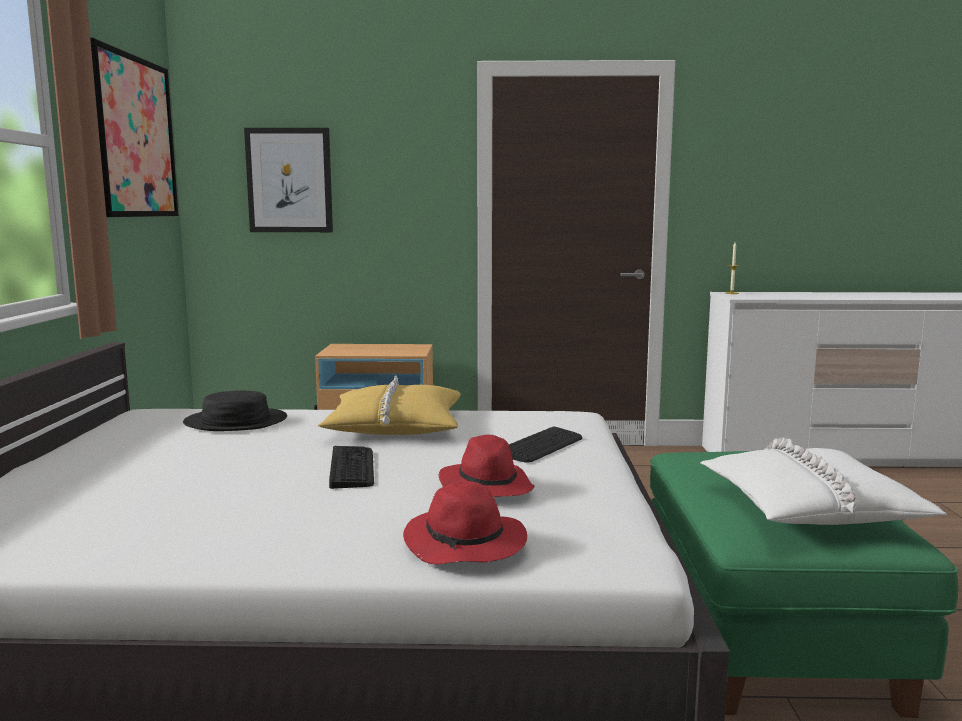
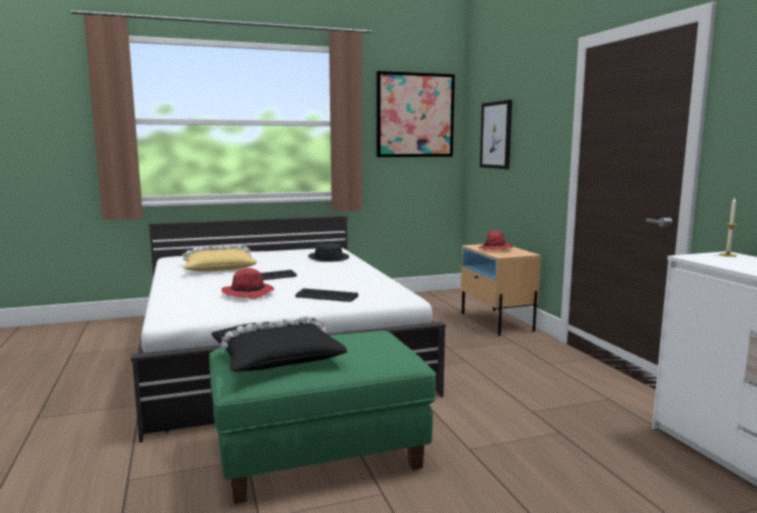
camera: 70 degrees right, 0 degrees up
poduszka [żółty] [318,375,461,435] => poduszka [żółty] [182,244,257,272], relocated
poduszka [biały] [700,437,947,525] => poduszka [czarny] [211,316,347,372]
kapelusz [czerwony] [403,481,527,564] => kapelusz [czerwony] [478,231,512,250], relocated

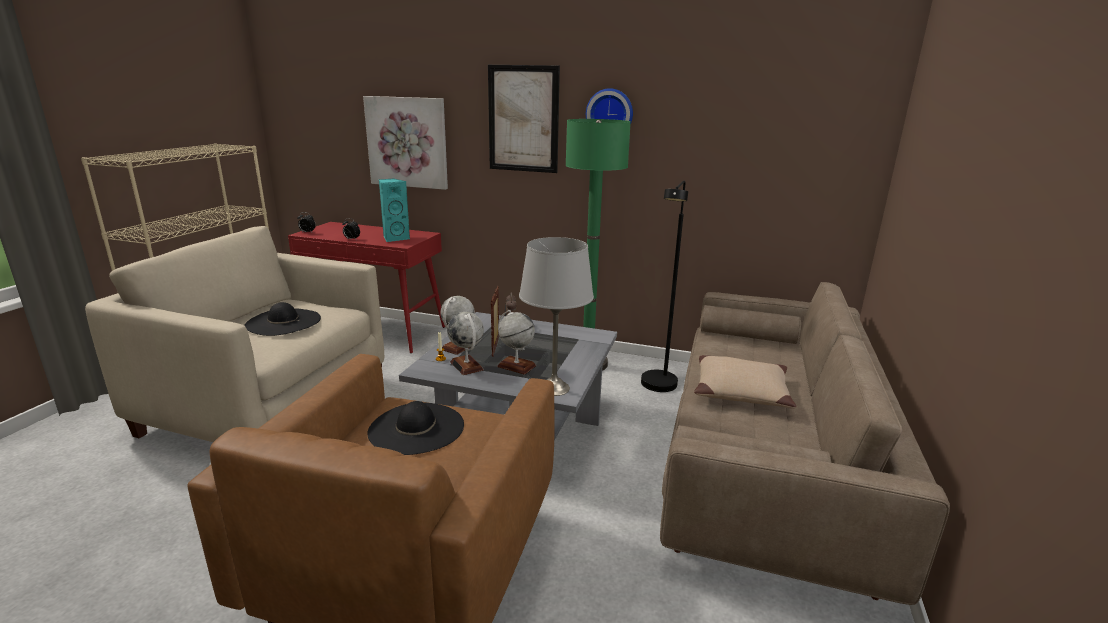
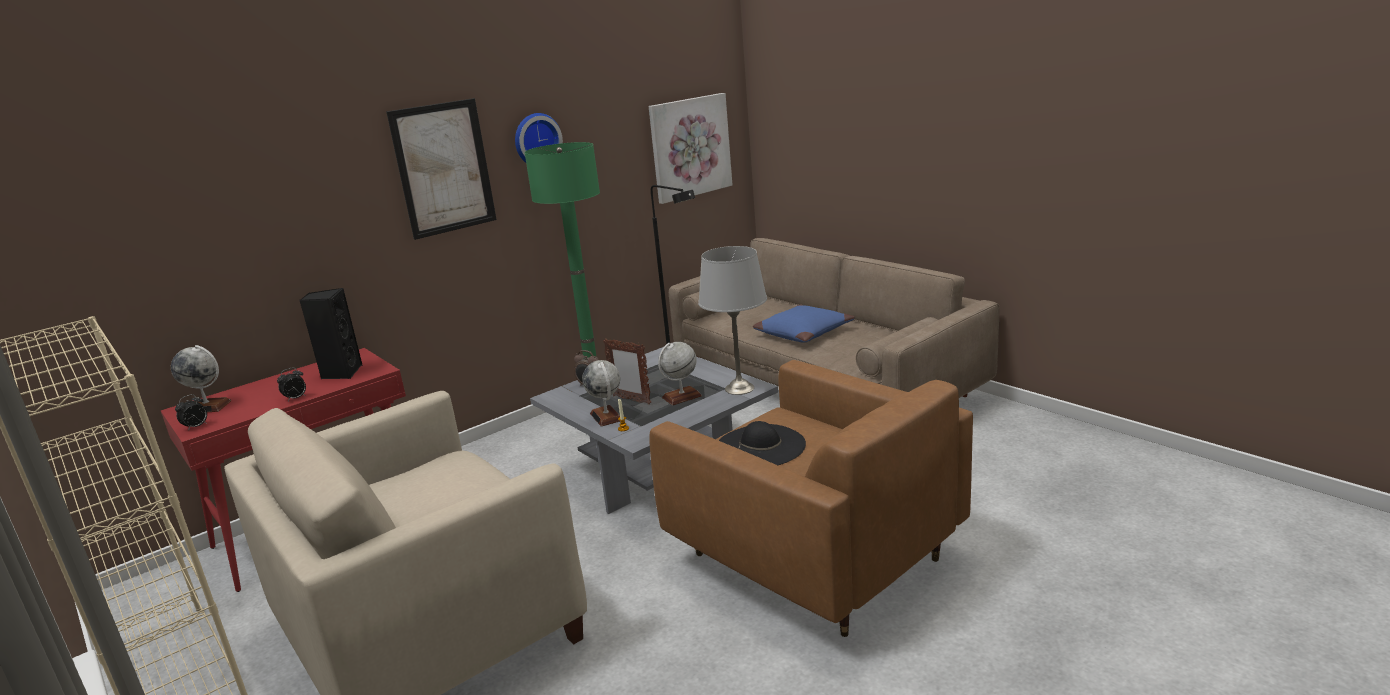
camera: 55 degrees left, 0 degrees up
globus [447,312,484,375] => globus [171,345,231,412], relocated
głośnik [turkusowy] [379,178,410,242] => głośnik [czarny] [299,288,363,379]
obraz [363,96,448,190] => obraz [649,93,732,204], relocated
poduszka [beżowy] [694,355,796,409] => poduszka [niebieski] [753,305,855,342]
kapelusz [czarny] [244,302,321,336] => nothing

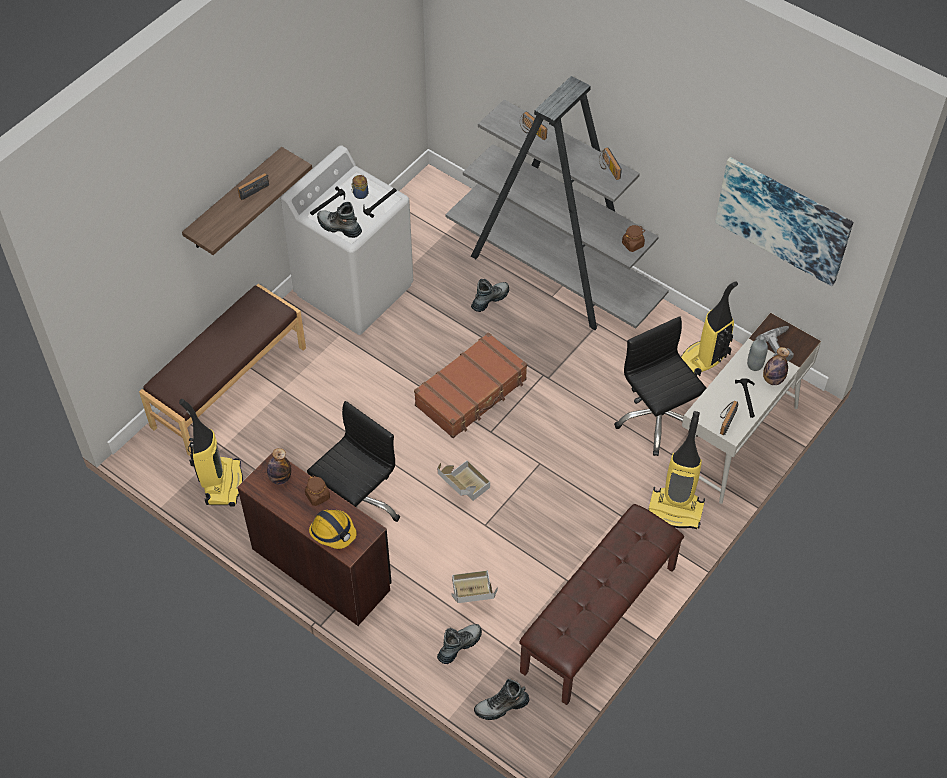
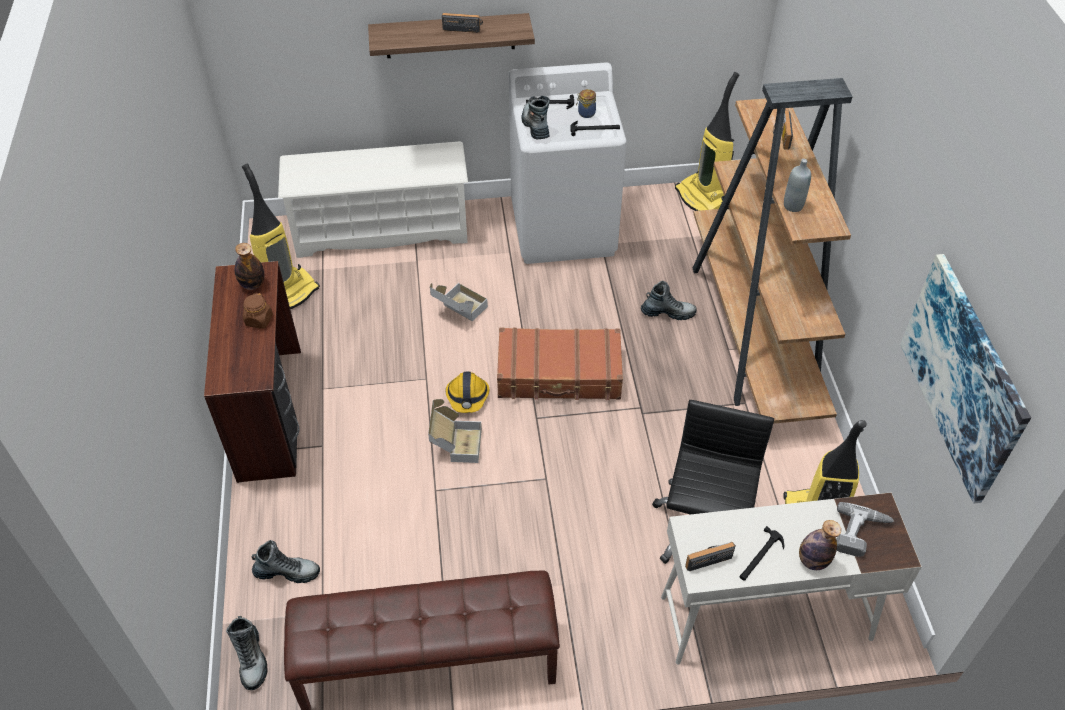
camera: 45 degrees right, 5 degrees down
but z cholewką [474,679,530,720] => but z cholewką [226,616,267,690], 135 degrees counterclockwise
ławka [brązowy] [139,284,306,457] => regał na buty [biały] [278,141,468,258]
karton [451,570,498,603] => karton [430,283,488,321], relocated
kask [309,510,357,549] => kask [445,371,489,413], relocated
odkurzacz [648,411,705,529] => odkurzacz [675,72,739,211], relocated
regał [szary] [445,76,669,330] => regał [brązowy] [693,78,852,424]
butelka [szary] [747,336,768,371] => butelka [szary] [784,159,811,212], relocated
krzesło biurowe [czarny] [307,401,400,522] => nothing
radio [599,147,622,180] => nothing
słoik [brązowy] [622,225,645,252] => nothing

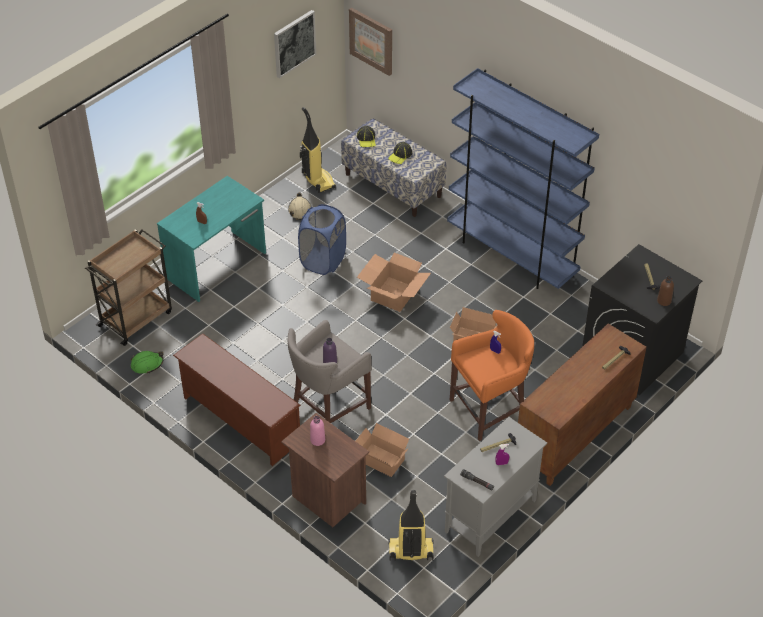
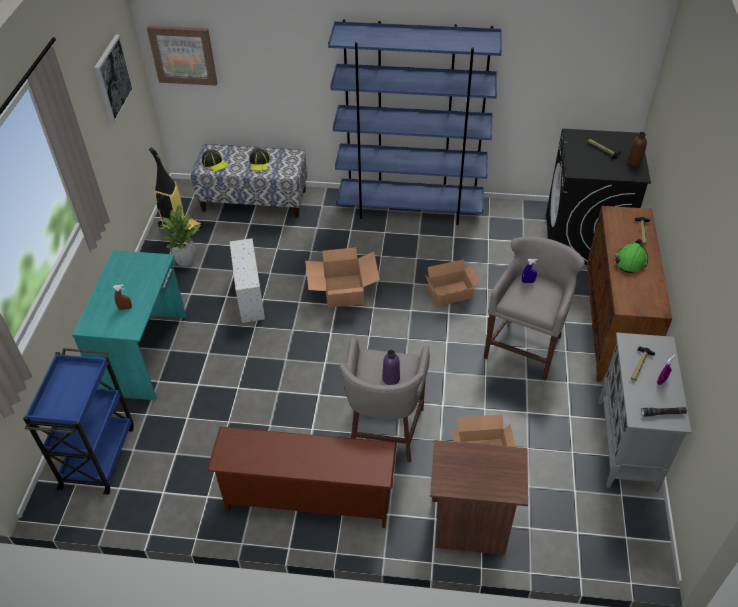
camera: 35 degrees left, 0 degrees up
wózek [brązowy] [85,229,172,346] => wózek [niebieski] [23,348,134,495]
kask [beżowy] [288,192,311,220] => roślina doniczkowa [159,204,201,267]
kosz na pranie [niebieski] [298,204,346,275] => pojemnik do przechowywania [biały] [230,238,265,323]
stołek [pomarańczowy] [450,310,534,441] => stołek [szary] [484,236,585,381]
kask [zielony] [131,351,164,373] => kask [zielony] [615,239,648,273], relocated
butelka [różowy] [310,416,325,446] => nothing
odkurzacz [388,490,434,561] => nothing

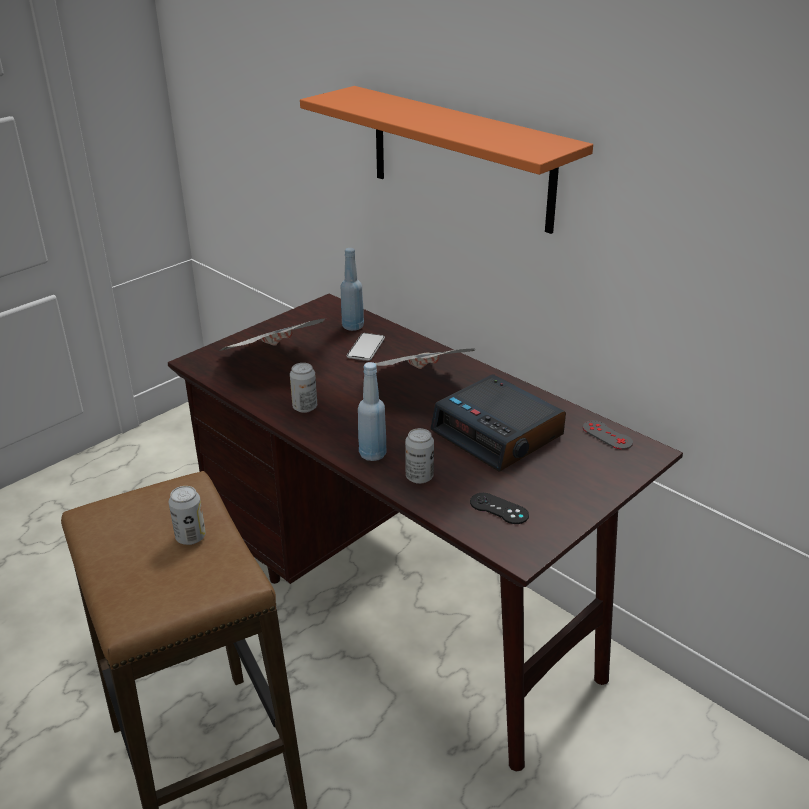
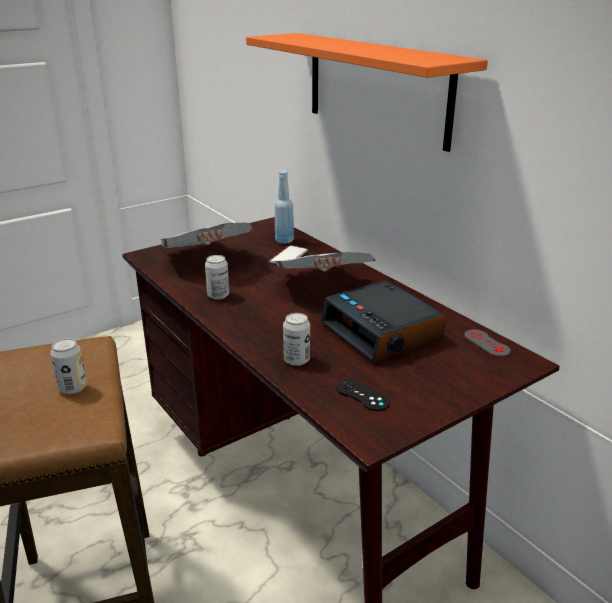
camera: 10 degrees right, 5 degrees down
butelka [niebieski] [358,362,387,461] => nothing

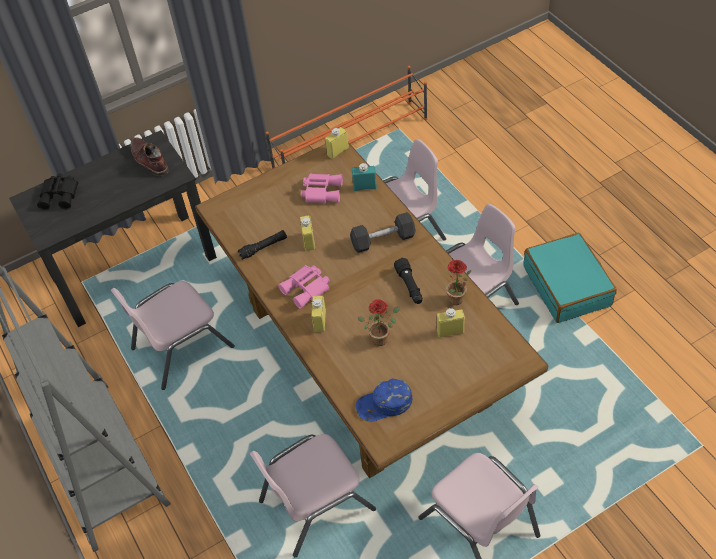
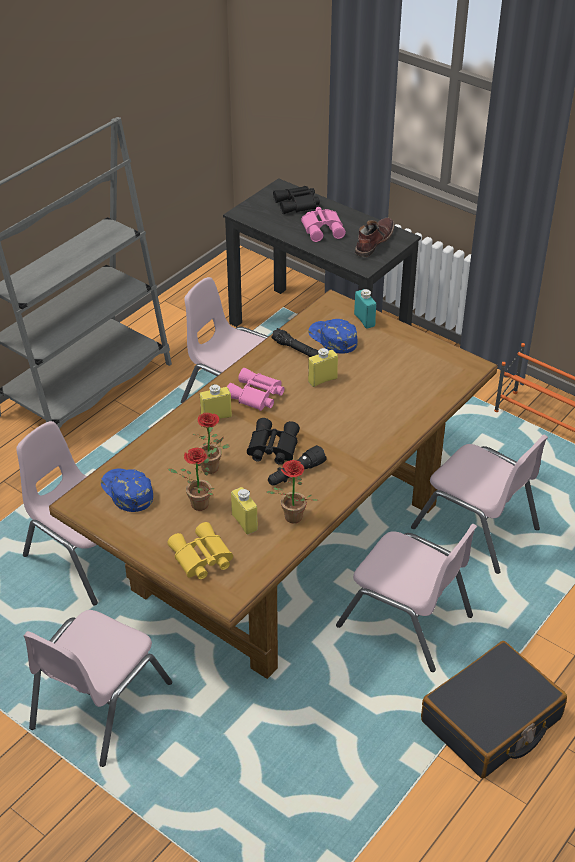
camera: 65 degrees right, 10 degrees down
nothing => lornetka [żółty] [167,522,233,579]
nothing => roślina doniczkowa [168,448,215,511]
nothing => lornetka [czarny] [247,418,300,465]
lornetka [różowy] [301,173,343,203] => lornetka [różowy] [301,207,346,242], relocated
nothing => czapka z daszkiem [niebieski] [308,319,358,354]
butelka [turkusowy] [352,163,377,191] => butelka [turkusowy] [354,289,376,329], relocated
walizka [turkusowy] [523,233,617,323] => walizka [czarny] [421,641,567,778]
butelka [żółty] [325,127,349,159] => nothing
hantel [szary] [350,212,416,253] => nothing

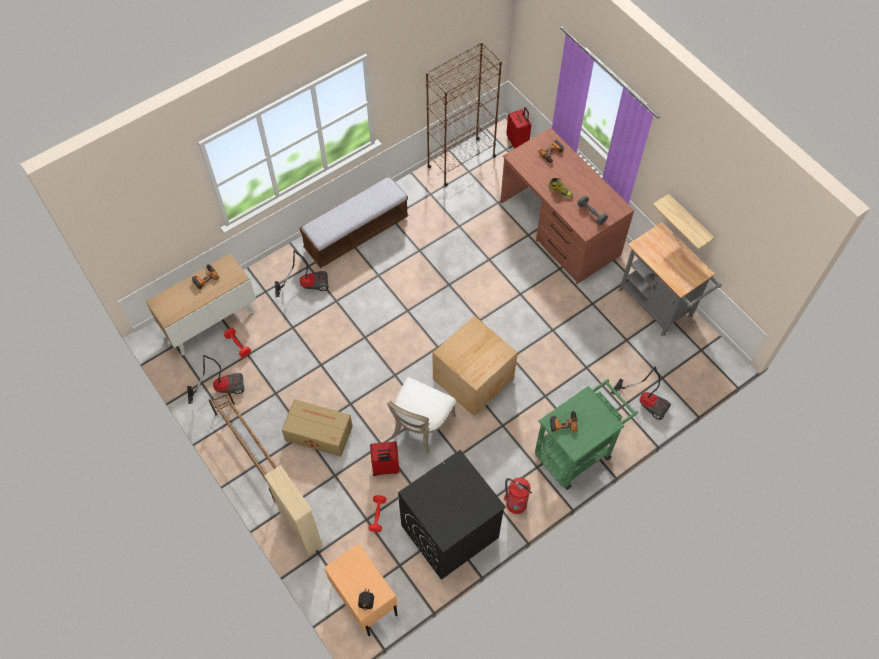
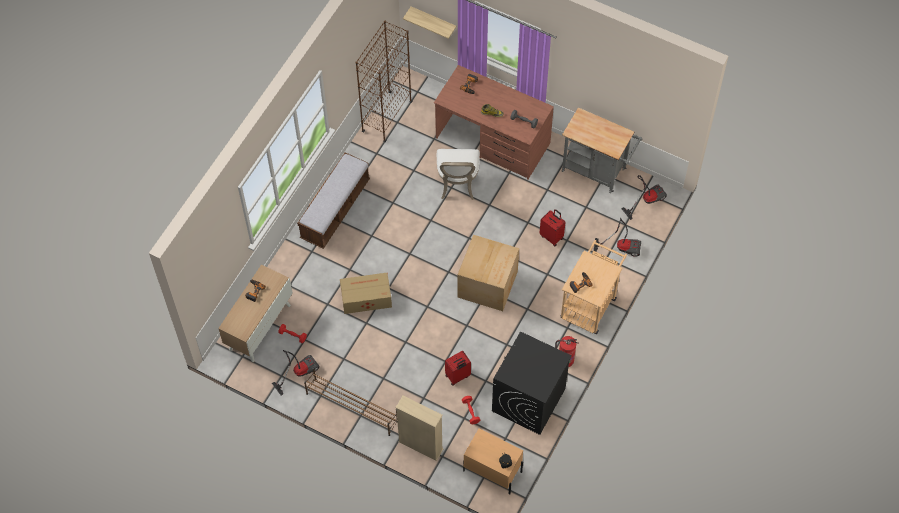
camera: 25 degrees left, 0 degrees up
karton [282,399,353,457] => karton [340,273,392,314], relocated
półka [653,194,715,250] => półka [403,6,457,39], relocated
krzesło [biały] [387,377,456,454] => krzesło [biały] [437,149,480,200], relocated
walizka [czerwony] [506,107,531,149] => walizka [czerwony] [540,209,565,247], relocated
wózek [zielony] [535,379,638,490] => wózek [beżowy] [560,240,627,334]
odkurzacz [275,250,329,297] => odkurzacz [621,175,667,220], relocated

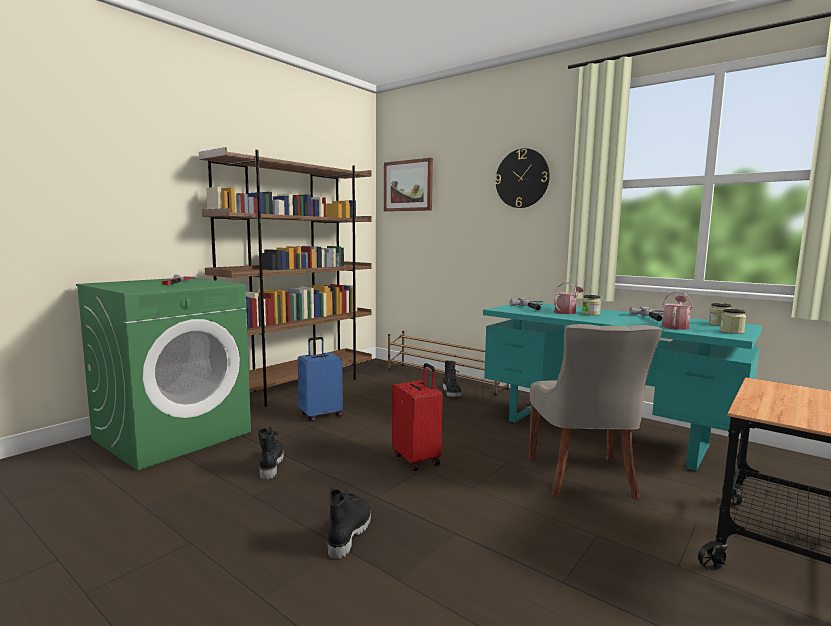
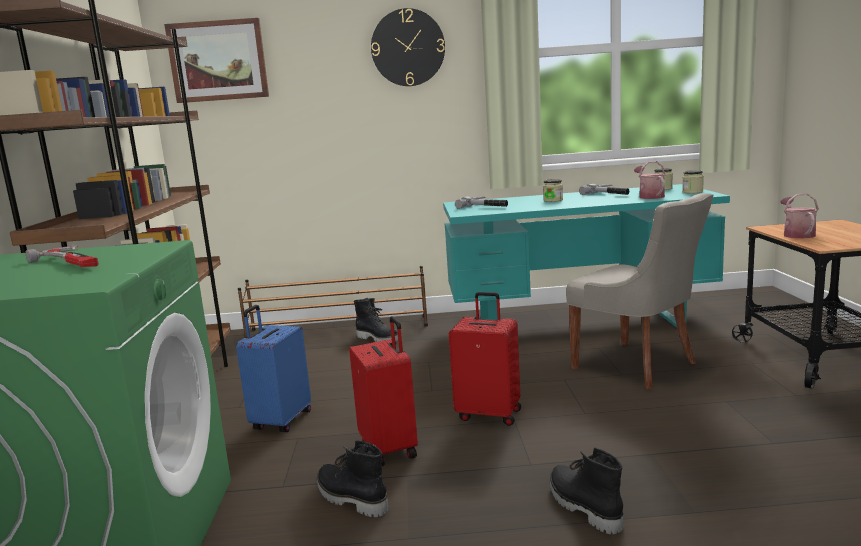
camera: 40 degrees left, 5 degrees up
nothing => walizka [czerwony] [349,316,418,466]
konewka [554,282,583,314] => konewka [781,193,819,239], relocated

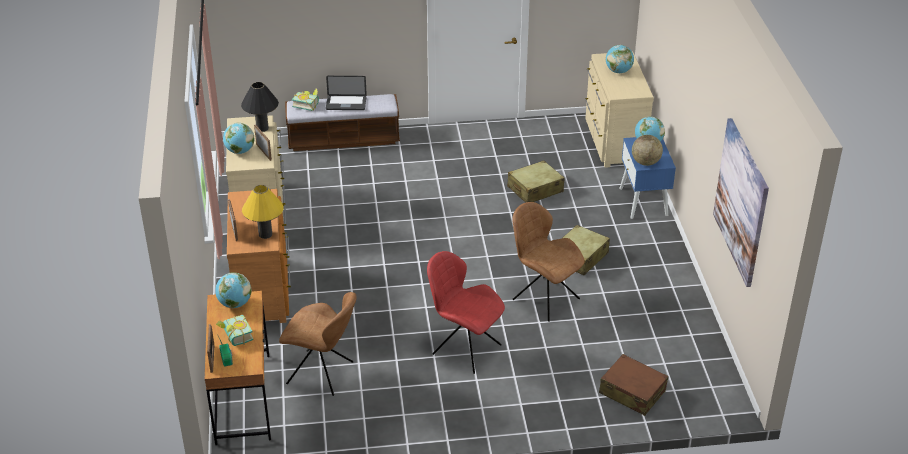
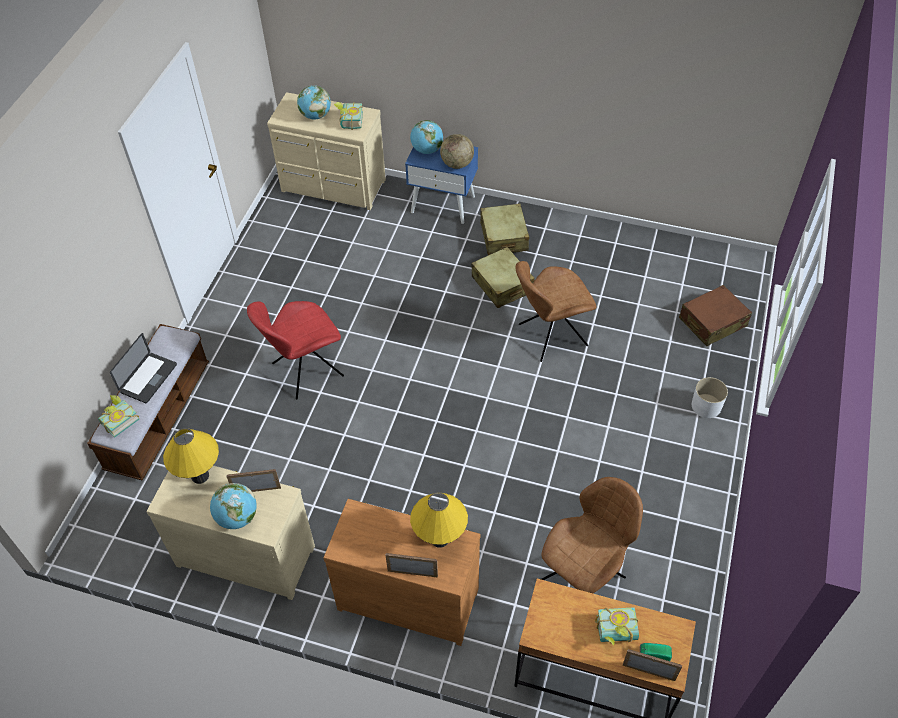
camera: 65 degrees left, 15 degrees up
lampa stołowa [czarny] [241,82,279,132] => lampa stołowa [żółty] [163,428,219,484]
krzesło [czerwony] [427,251,505,374] => krzesło [czerwony] [247,301,344,400], relocated
nothing => książka [334,102,363,130]
walizka [beżowy] [507,160,565,203] => walizka [beżowy] [480,203,529,255], relocated
nothing => donica [biały] [692,377,728,418]
globus [215,272,251,308] => nothing
obraz [713,118,769,287] => nothing

